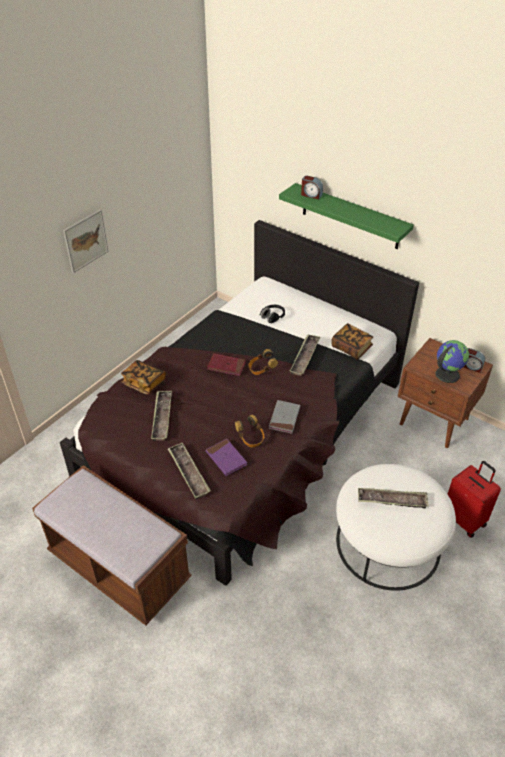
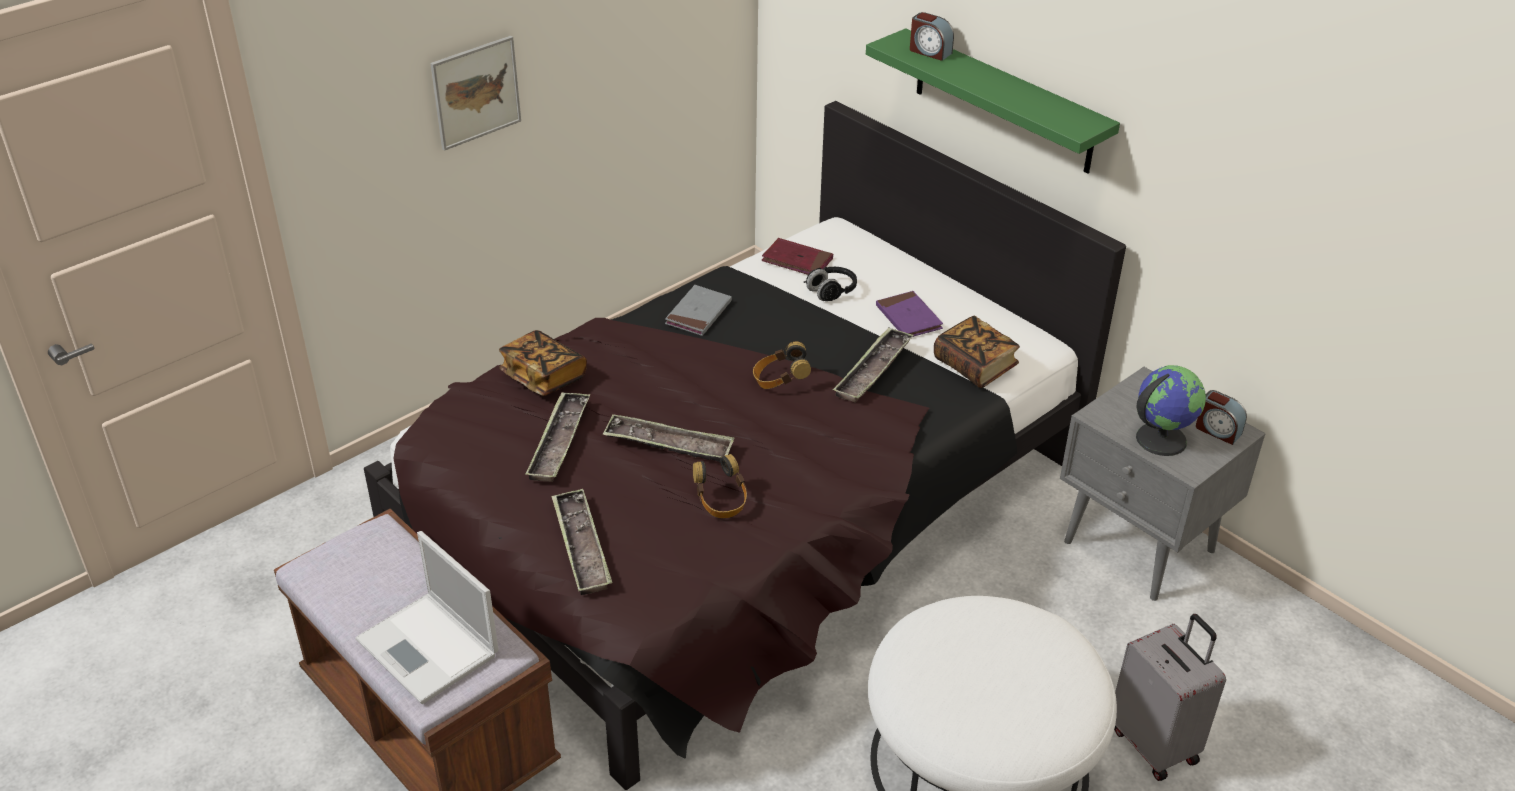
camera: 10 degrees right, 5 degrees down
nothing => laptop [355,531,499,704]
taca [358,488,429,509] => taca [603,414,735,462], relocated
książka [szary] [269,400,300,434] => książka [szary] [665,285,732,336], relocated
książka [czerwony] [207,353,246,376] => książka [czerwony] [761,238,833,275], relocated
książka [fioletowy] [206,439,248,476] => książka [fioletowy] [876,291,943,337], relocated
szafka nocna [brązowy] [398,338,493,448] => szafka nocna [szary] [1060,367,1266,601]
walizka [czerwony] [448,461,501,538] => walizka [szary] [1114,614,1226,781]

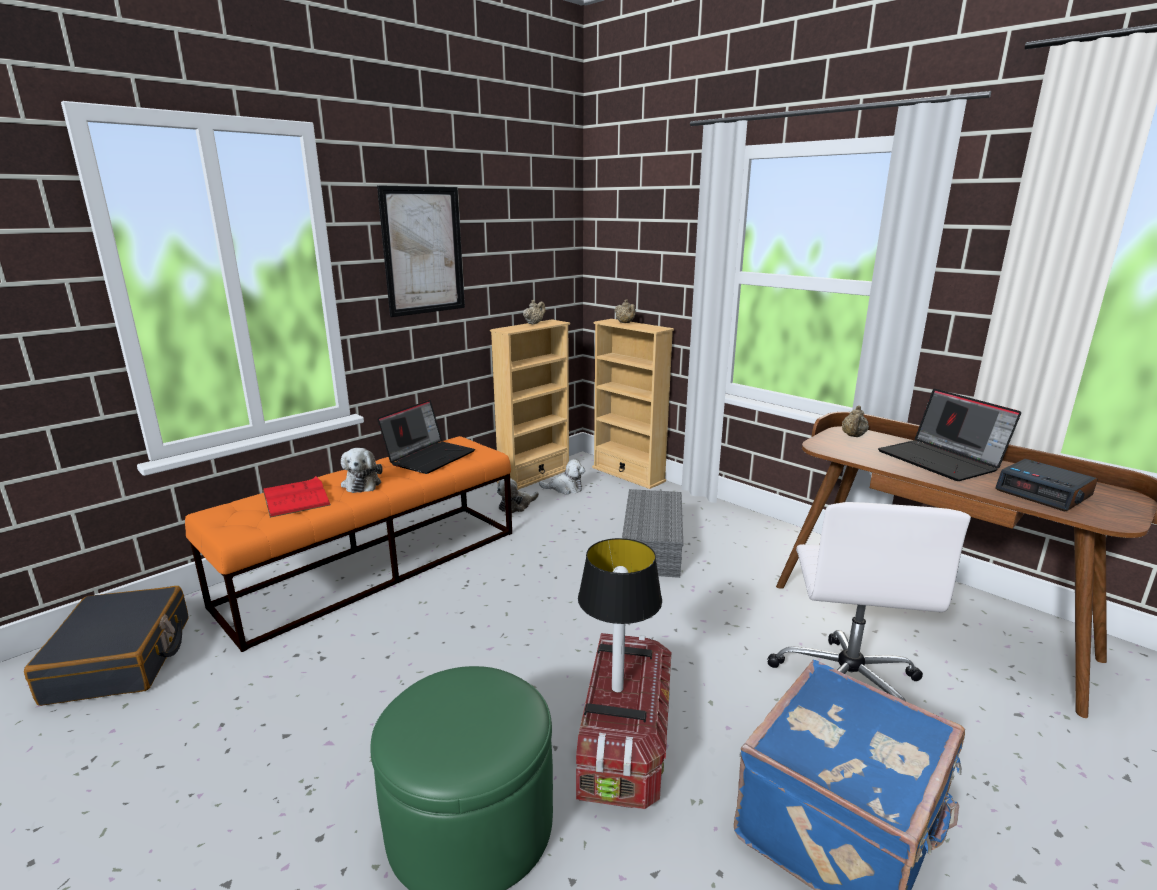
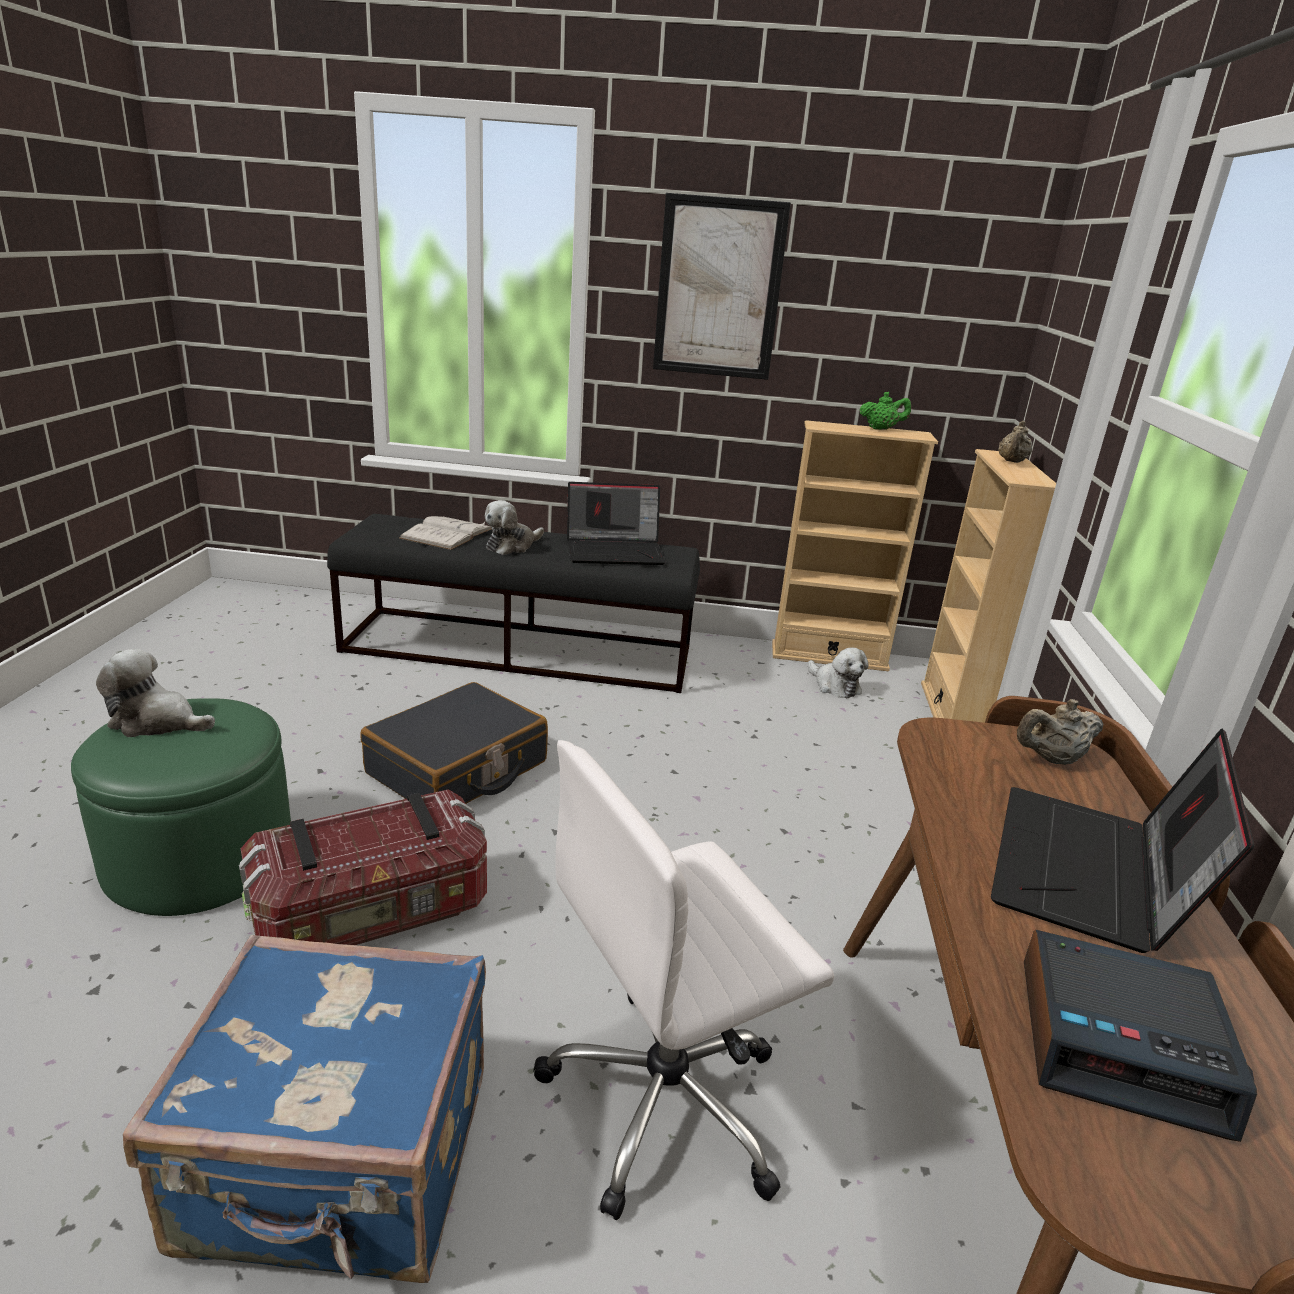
camera: 50 degrees right, 5 degrees up
pluszak [497,478,539,513] => pluszak [96,649,215,737], relocated
ławka [pomarańczowy] [185,436,512,652] => ławka [czarny] [327,514,700,693]
walizka [czarny] [24,586,188,706] => walizka [czarny] [361,682,548,804], relocated
książka [czerwony] [263,476,331,518] => książka [biały] [399,516,492,550]
imbryk [beżowy] [523,300,546,325] => imbryk [zielony] [860,392,911,430]
budzik [995,459,1098,512] => budzik [1024,930,1257,1142], 90 degrees counterclockwise
lampa stołowa [578,538,662,692] => nothing
pojemnik do przechowywania [szary] [622,489,683,578] => nothing

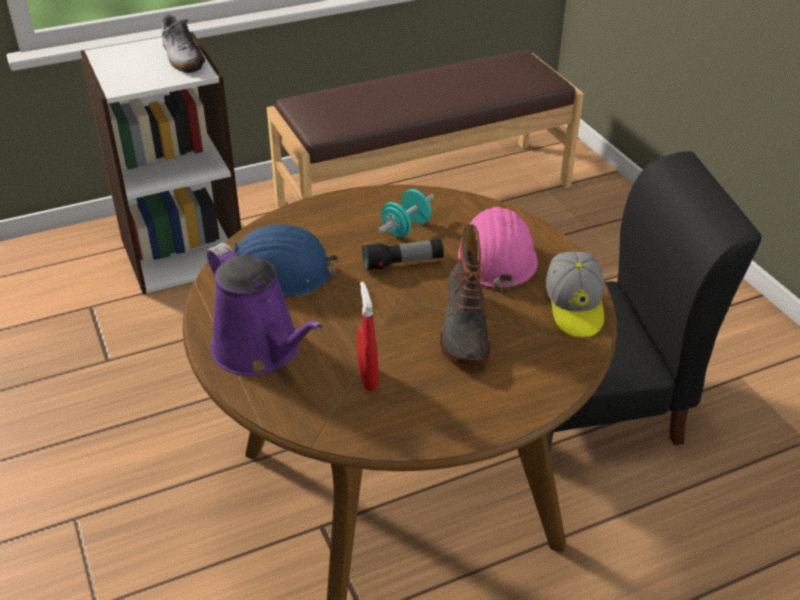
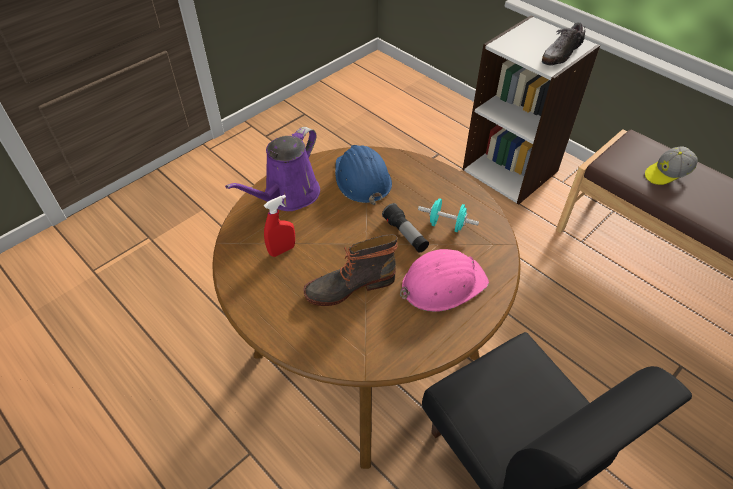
camera: 70 degrees right, 10 degrees up
czapka z daszkiem [546,252,604,338] => czapka z daszkiem [645,146,697,185], relocated

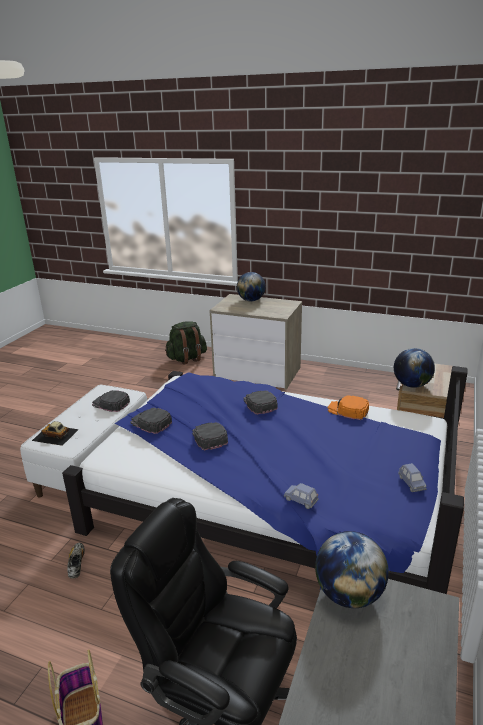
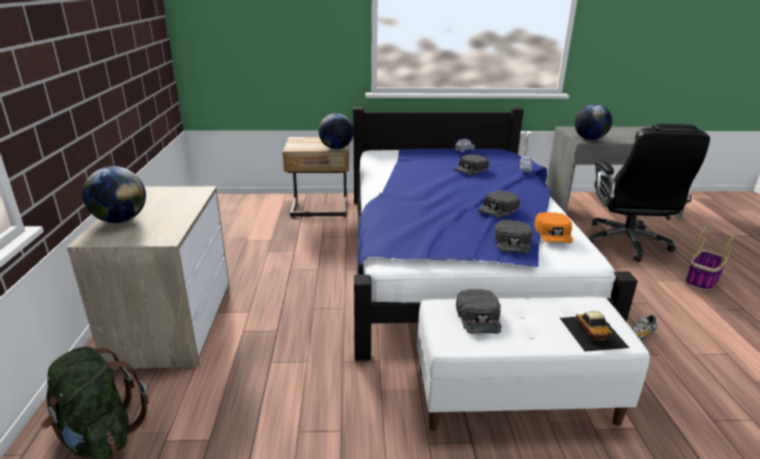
camera: 115 degrees left, 0 degrees up
czapka z daszkiem [czarny] [243,390,278,415] => czapka z daszkiem [czarny] [454,154,489,175], relocated
czapka z daszkiem [pomarańczowy] [328,395,369,420] => czapka z daszkiem [pomarańczowy] [534,212,573,243], relocated

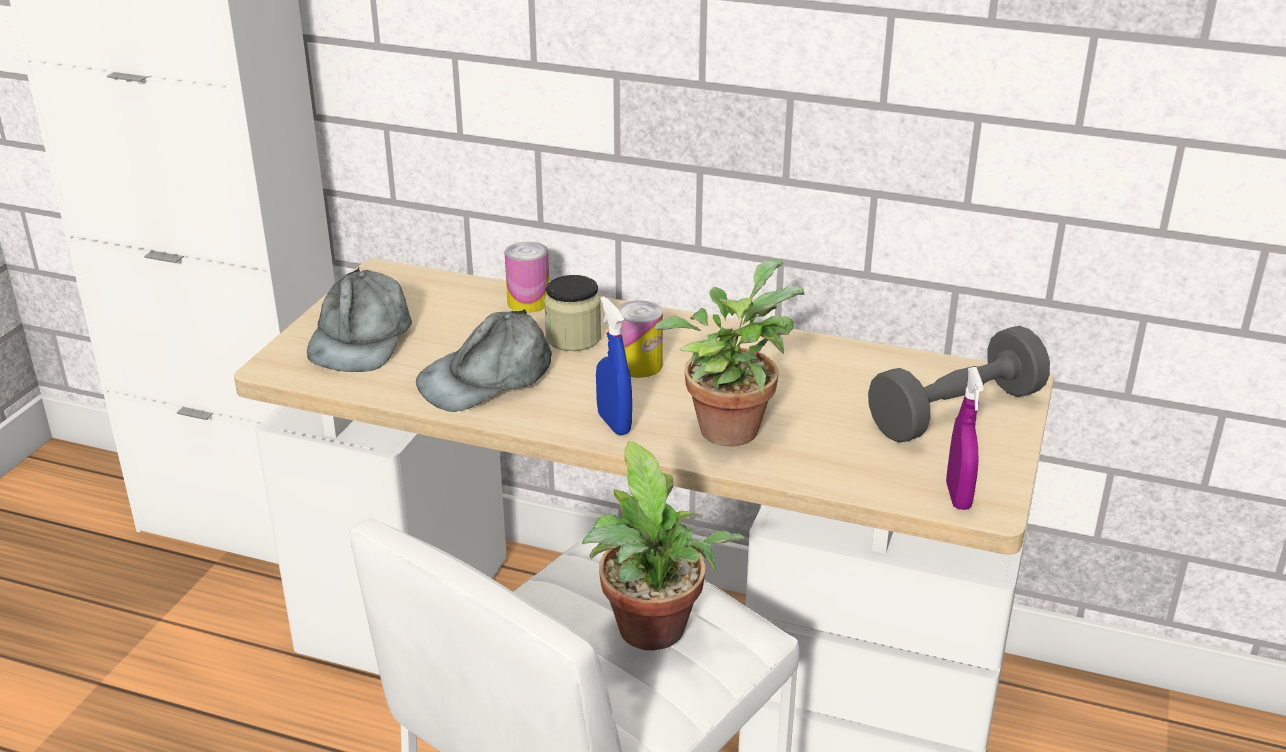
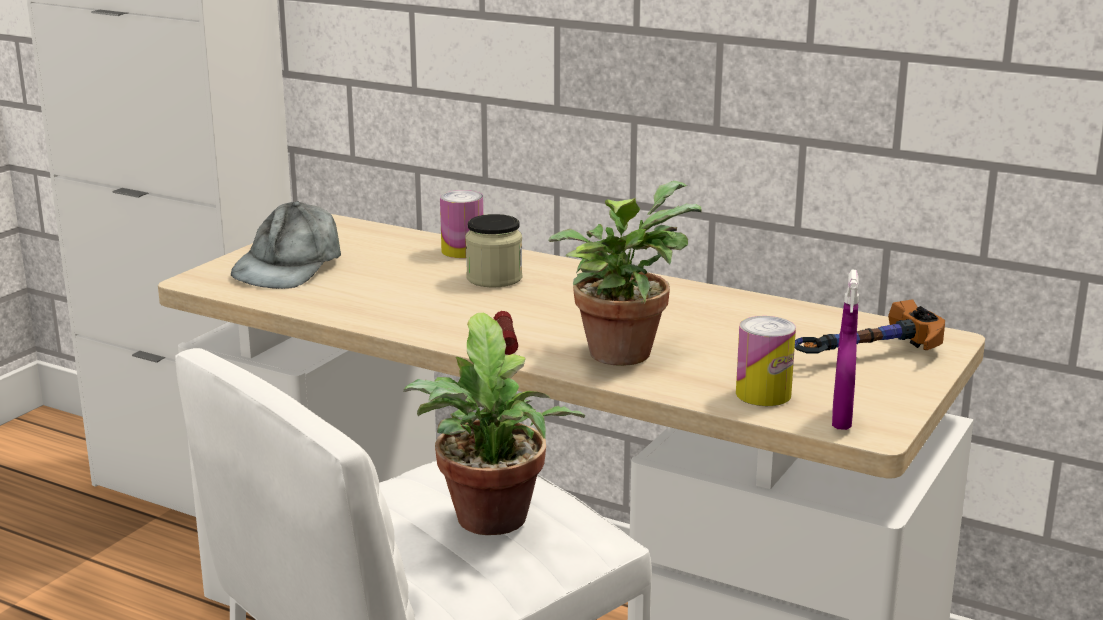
camera: 10 degrees right, 10 degrees down
spryskiwacz [niebieski] [596,296,632,436] => latarka [494,311,518,355]
puszka [617,300,663,378] => puszka [736,316,796,406], relocated
hantel [szary] [868,326,1050,442] => młotek [795,299,945,354]
czapka z daszkiem [szary] [416,309,552,412] => nothing

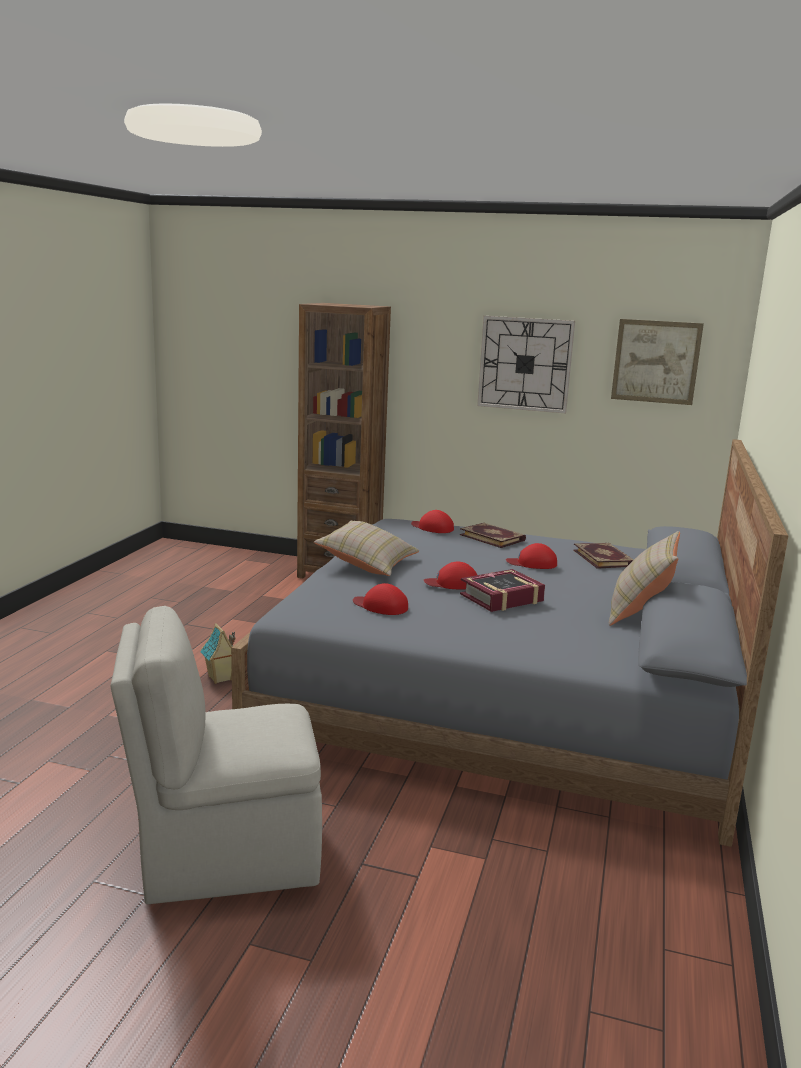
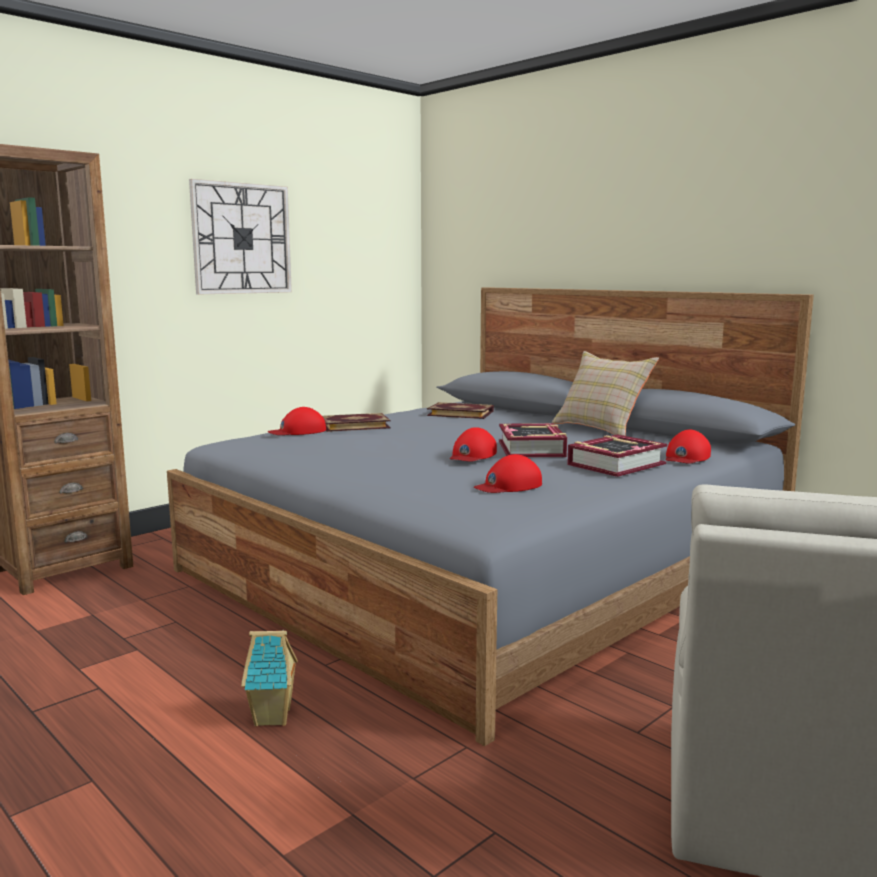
camera: 60 degrees left, 5 degrees down
nothing => książka [567,434,667,477]
czapka z daszkiem [czerwony] [506,543,557,569] => czapka z daszkiem [czerwony] [666,430,711,464], relocated
poduszka [beżowy] [314,520,419,576] => nothing
obraz [611,319,704,405] => nothing

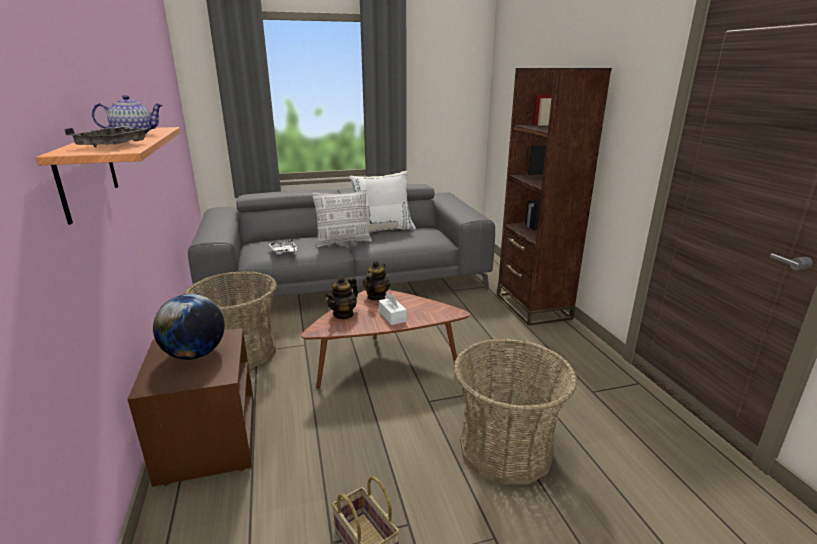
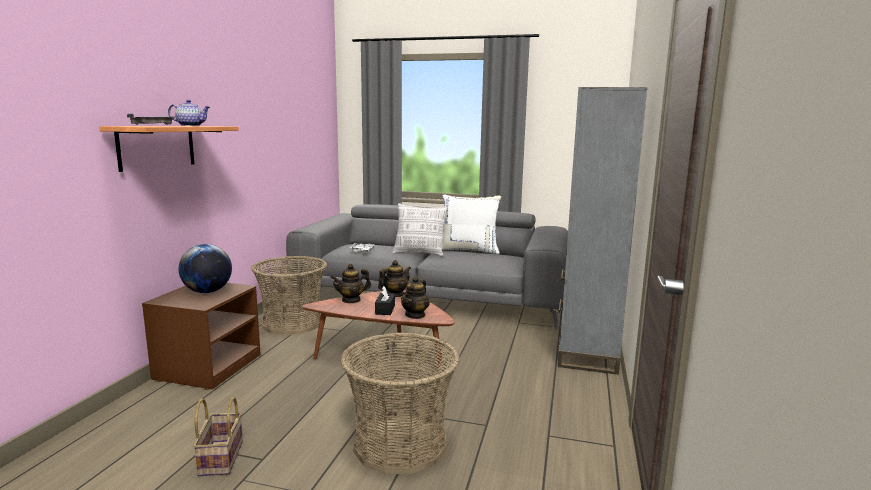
camera: 30 degrees right, 10 degrees down
pudełko chusteczek [biały] [379,293,407,325] => pudełko chusteczek [czarny] [375,286,395,315]
nothing => imbryk [401,276,430,319]
regał [brązowy] [497,68,612,326] => regał [szary] [558,87,648,375]

